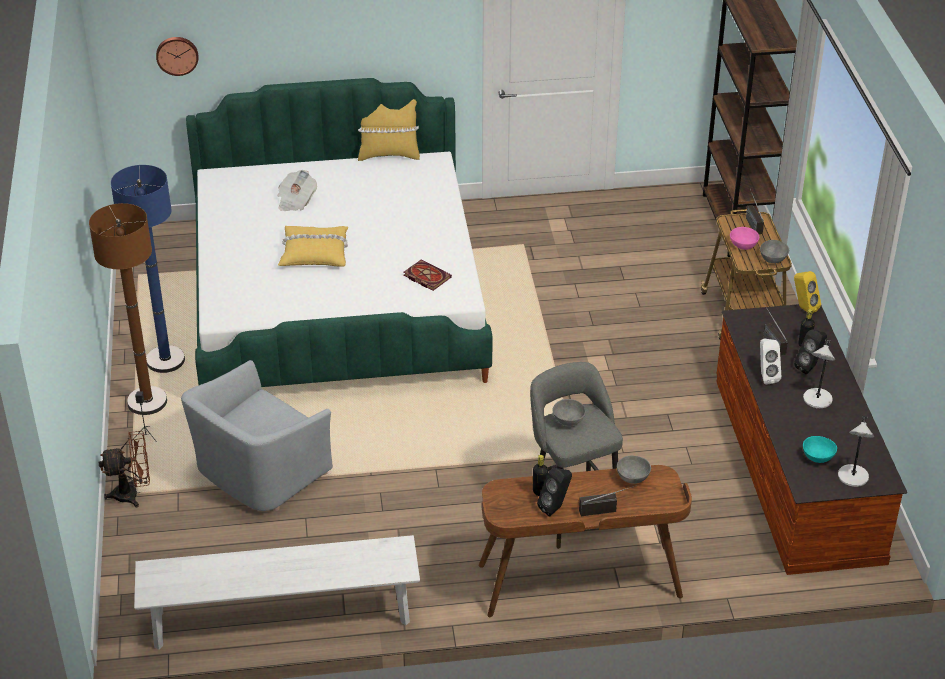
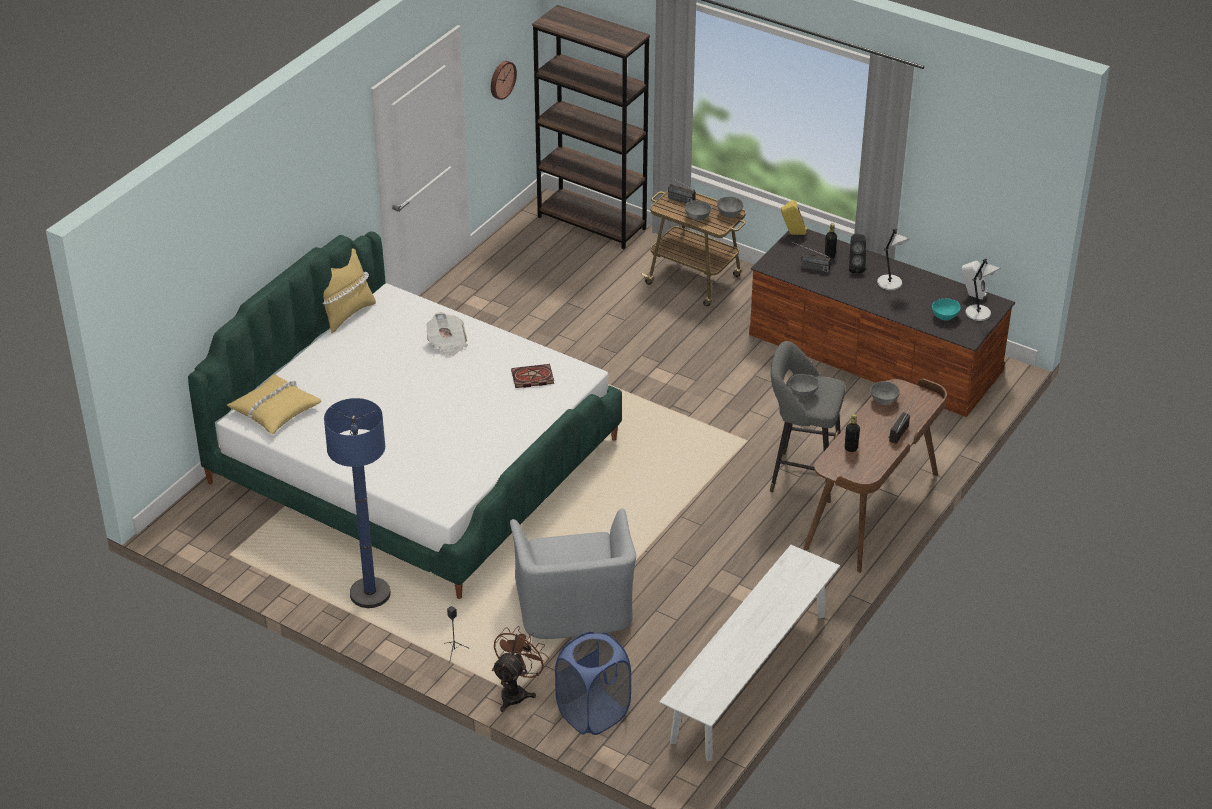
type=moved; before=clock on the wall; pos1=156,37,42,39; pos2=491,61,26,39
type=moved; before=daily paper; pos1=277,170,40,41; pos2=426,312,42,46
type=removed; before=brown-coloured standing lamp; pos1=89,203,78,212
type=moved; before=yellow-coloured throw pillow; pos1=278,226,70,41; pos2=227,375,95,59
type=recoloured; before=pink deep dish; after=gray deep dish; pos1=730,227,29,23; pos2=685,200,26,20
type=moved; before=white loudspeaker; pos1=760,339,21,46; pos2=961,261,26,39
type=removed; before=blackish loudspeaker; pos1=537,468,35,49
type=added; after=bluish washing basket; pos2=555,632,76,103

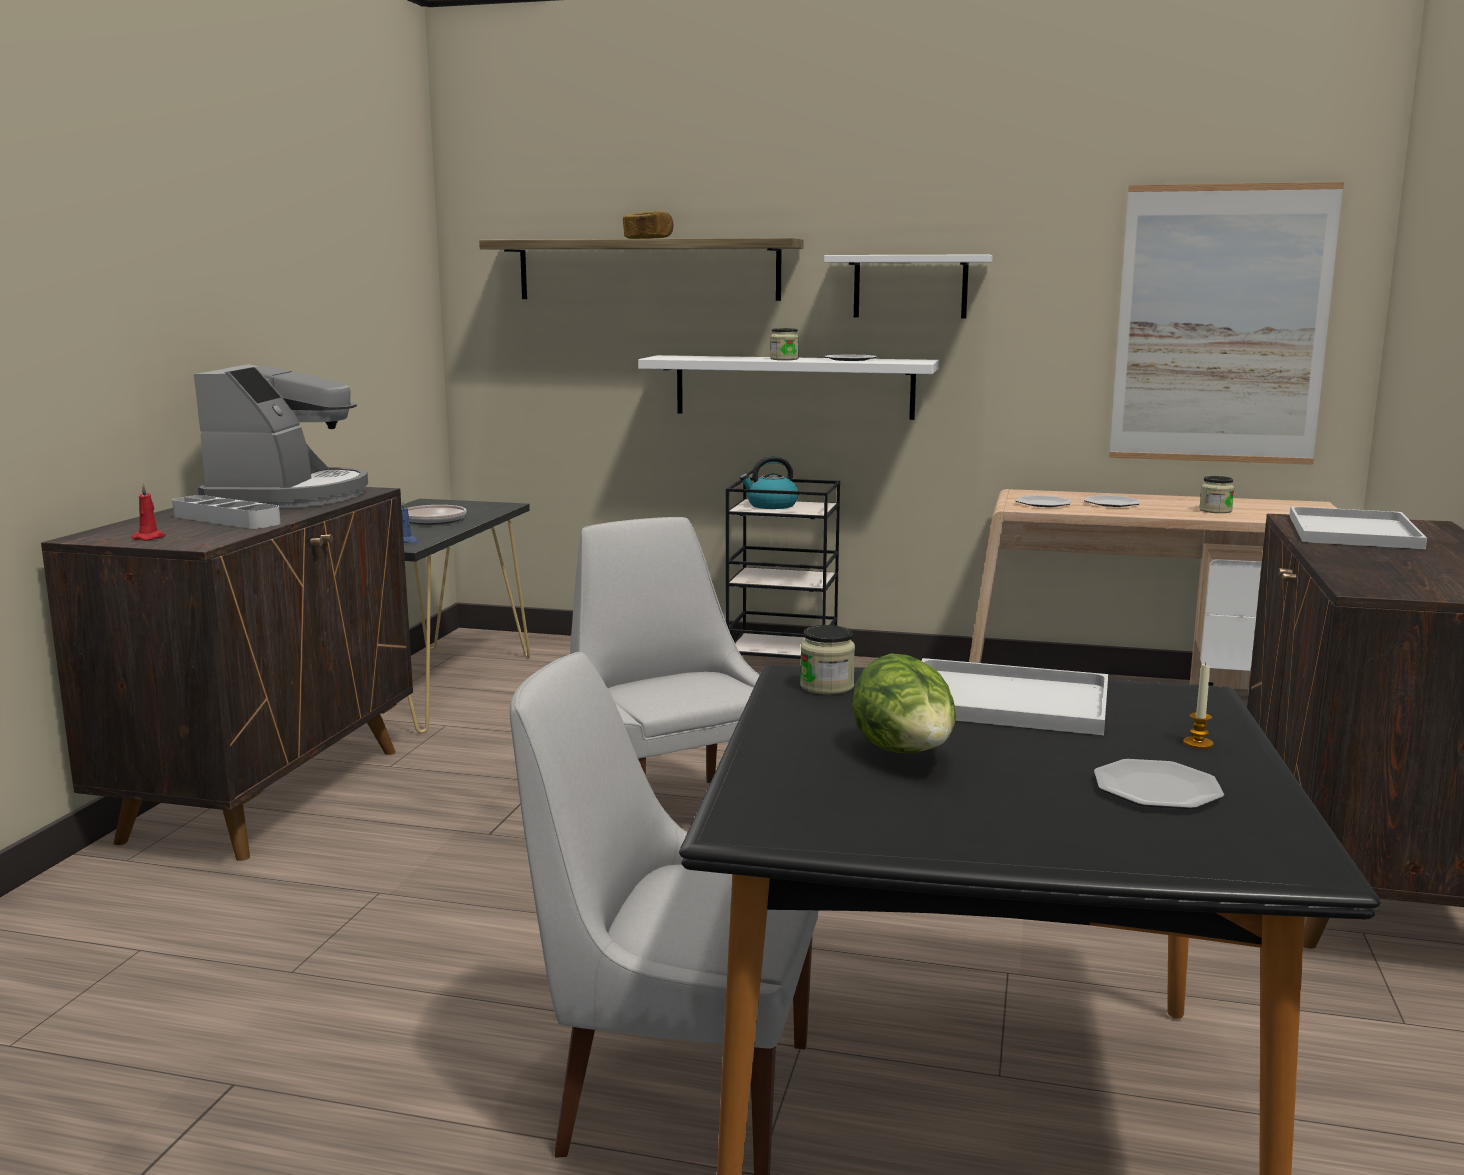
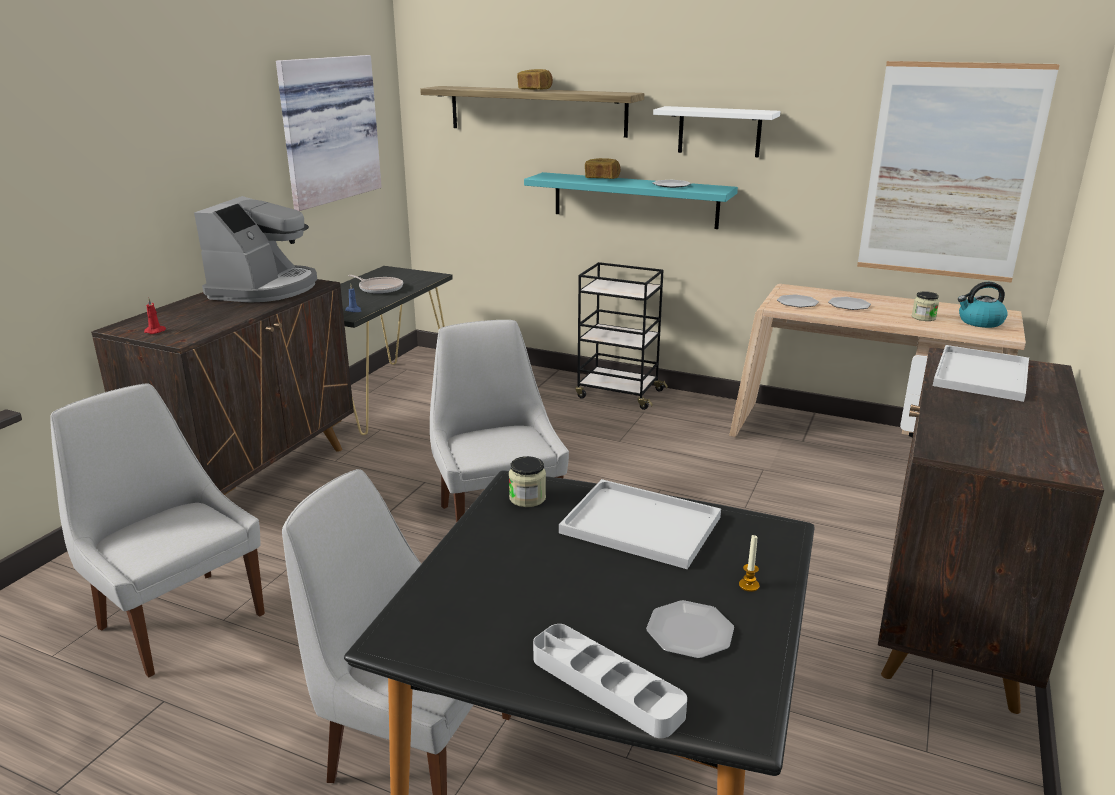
type=removed; before=preserve jar; pos1=770,328,29,32
type=recoloured; before=white shelf; after=turquoise shelf; pos1=638,355,301,65; pos2=524,172,214,57
type=moved; before=water kettle; pos1=740,456,58,53; pos2=958,282,50,46
type=moved; before=gray carrying tray; pos1=172,495,109,34; pos2=533,624,154,114
type=removed; before=lettuce head; pos1=852,654,104,100
type=added; after=picture; pos2=276,55,106,156
type=added; after=baked bread; pos2=585,158,36,21
type=added; after=white plain chair; pos2=50,383,215,294

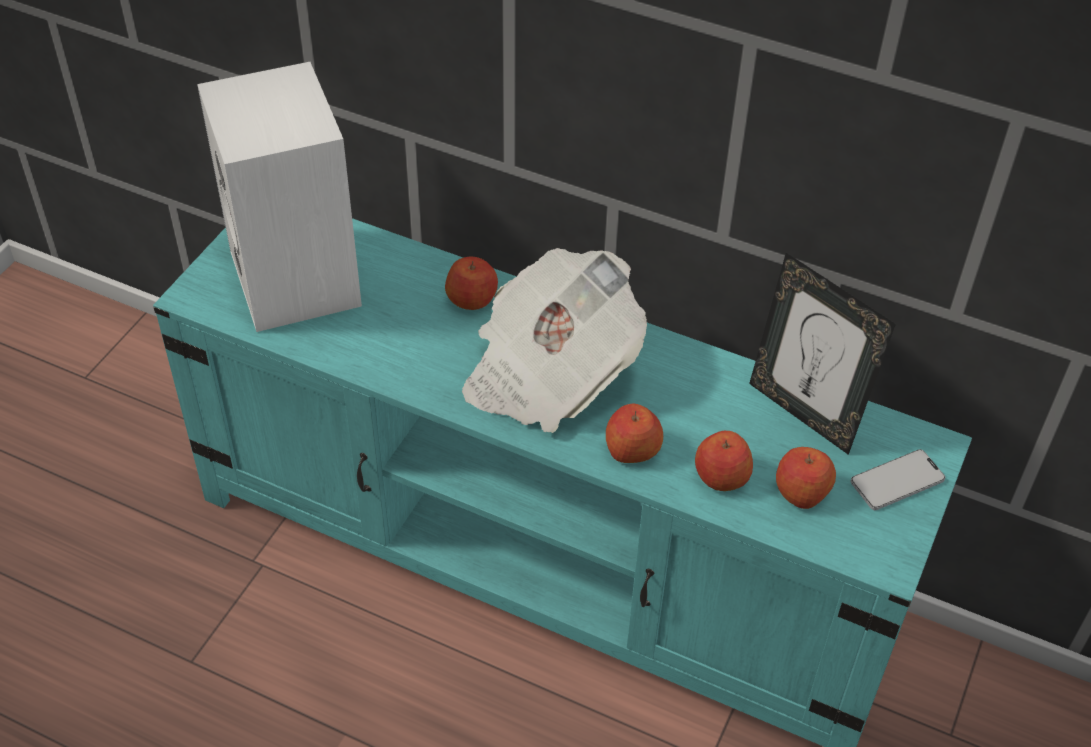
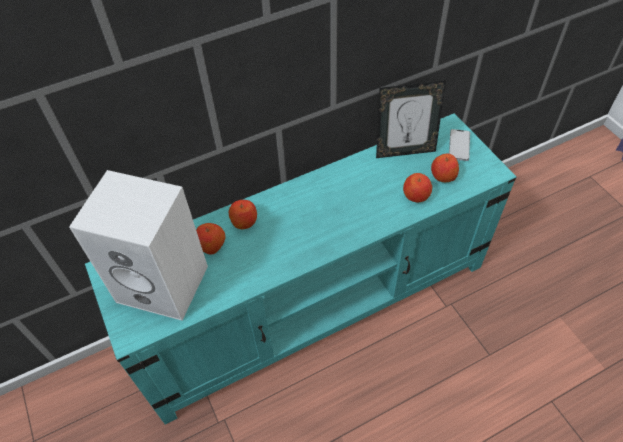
type=removed; before=daily paper; pos1=462,248,185,185
type=moved; before=apple; pos1=606,404,57,59; pos2=196,223,29,32

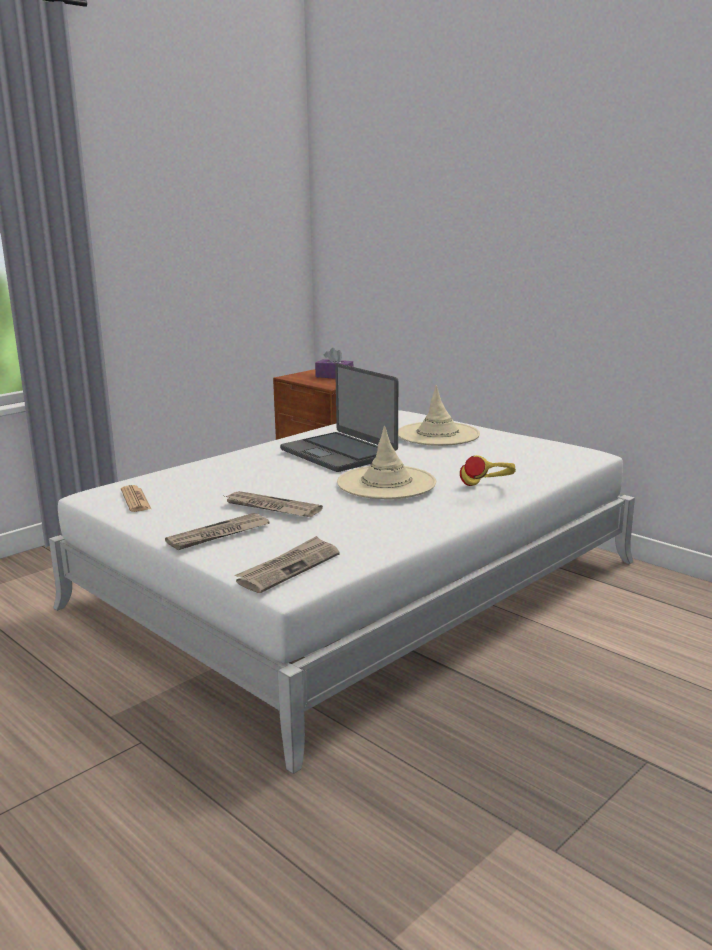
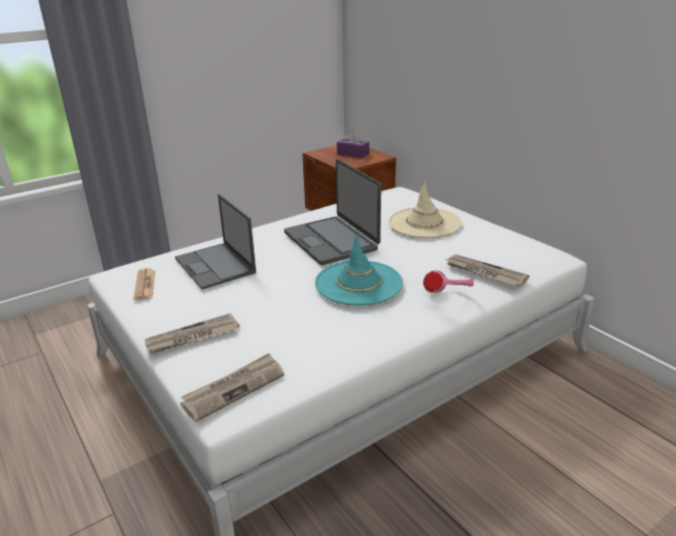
type=recoloured; before=beige-coloured clothing hat; after=turquoise clothing hat; pos1=337,426,99,73; pos2=315,236,88,69
type=recoloured; before=yellow-coloured headset; after=pink headset; pos1=460,455,56,31; pos2=423,270,51,23
type=moved; before=daily paper; pos1=225,491,98,26; pos2=446,254,83,33
type=added; after=laptop; pos2=175,194,81,95

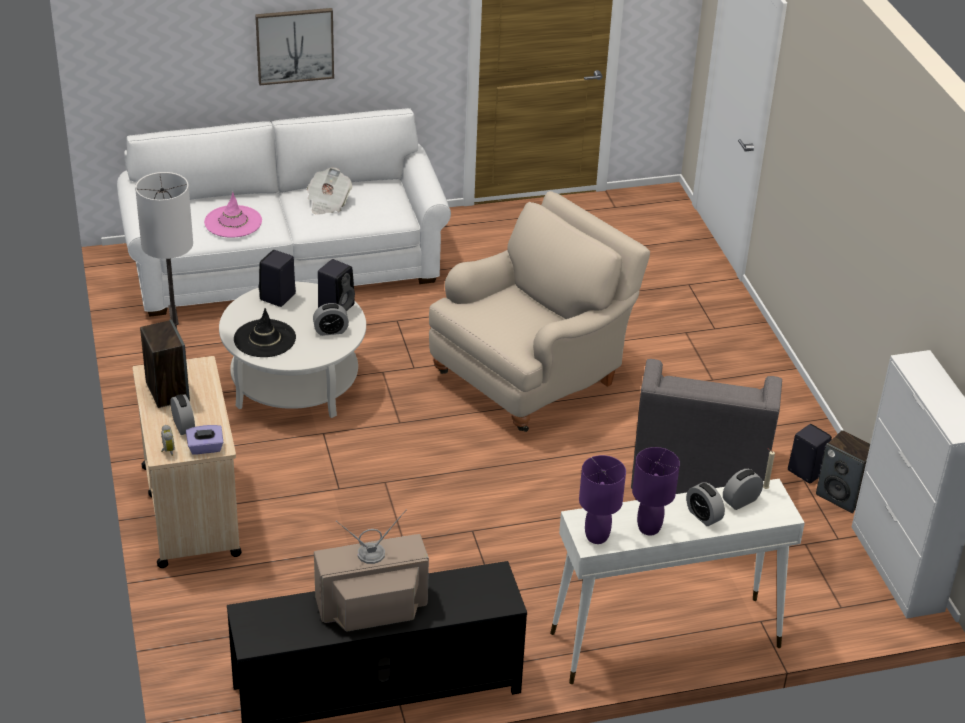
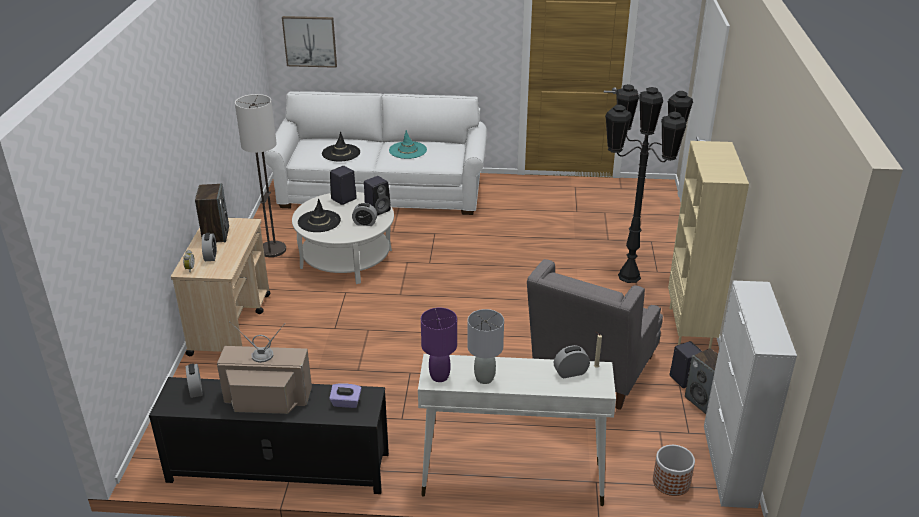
type=moved; before=picture; pos1=255,8,79,77; pos2=282,16,55,52
type=replaced; before=daily paper; after=turquoise clothing hat; pos1=307,167,45,48; pos2=389,130,38,29
type=removed; before=beige-coloured lounge chair; pos1=429,191,221,241
type=recoloured; before=pink clothing hat; after=blackish clothing hat; pos1=204,192,58,46; pos2=322,132,38,29
type=moved; before=purple tissue box; pos1=186,425,38,30; pos2=329,383,33,25
type=recoloured; before=purple lamp for a table; after=gray lamp for a table; pos1=632,447,48,88; pos2=467,309,37,75
type=moved; before=alarm clock; pos1=686,482,39,44; pos2=186,364,17,34
type=added; after=blackish standing lamp; pos2=605,84,88,199
type=added; after=beige-coloured bookshelf; pos2=668,141,81,208
type=added; after=planter; pos2=653,445,42,51

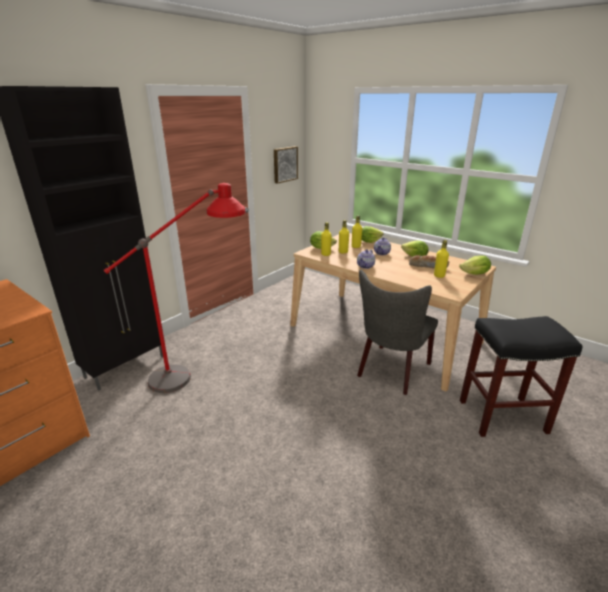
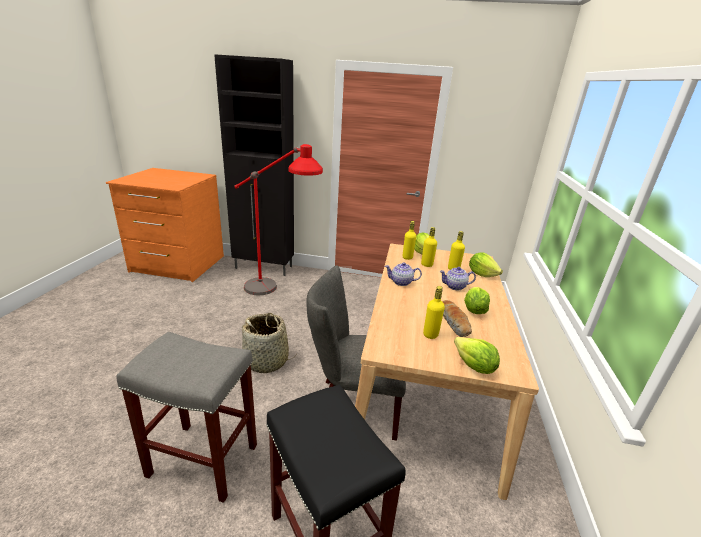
type=removed; before=picture; pos1=274,146,24,38
type=added; after=basket; pos2=240,313,54,60
type=added; after=gray stool seat; pos2=117,332,140,171

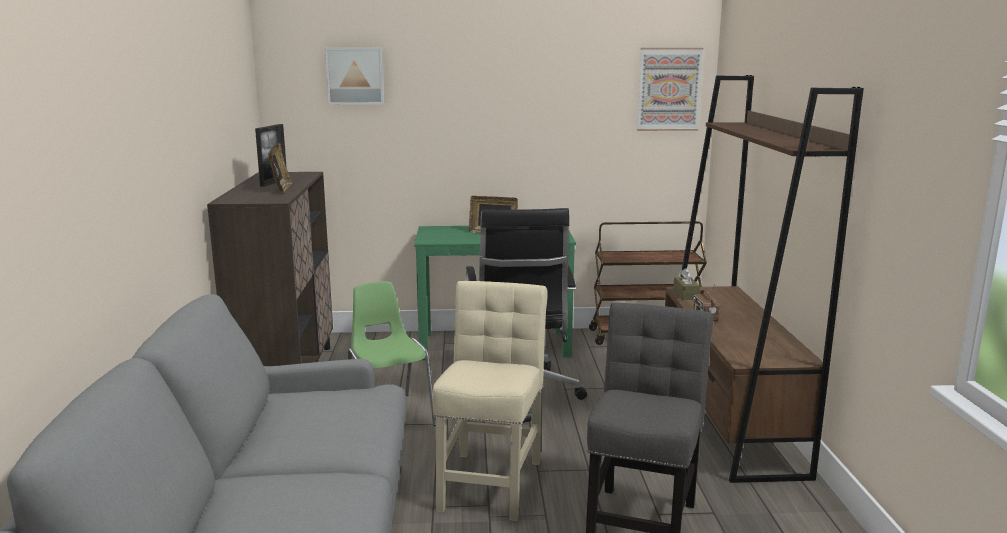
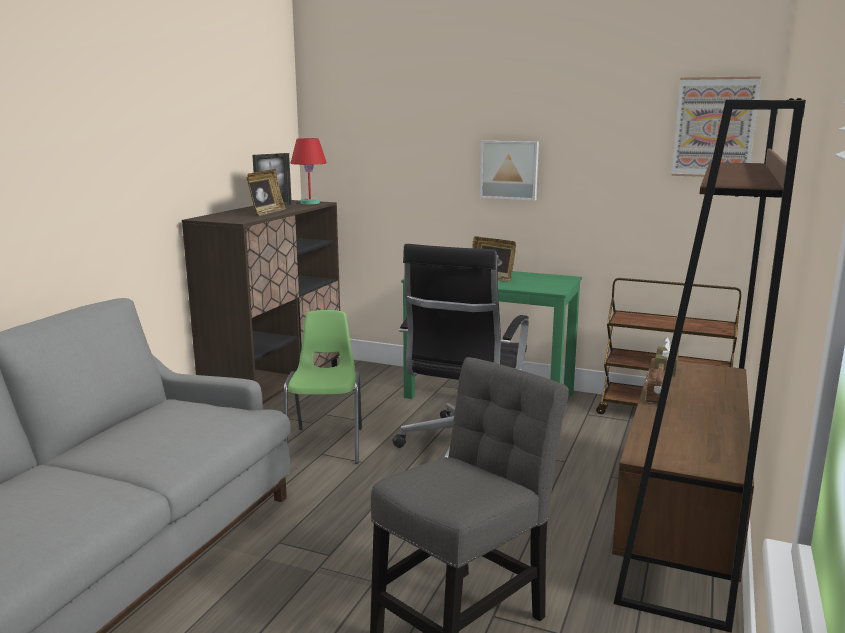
type=moved; before=picture; pos1=325,48,59,57; pos2=480,141,59,60
type=removed; before=beige-coloured plain chair; pos1=433,281,114,240
type=added; after=red lamp for a table; pos2=290,138,37,66

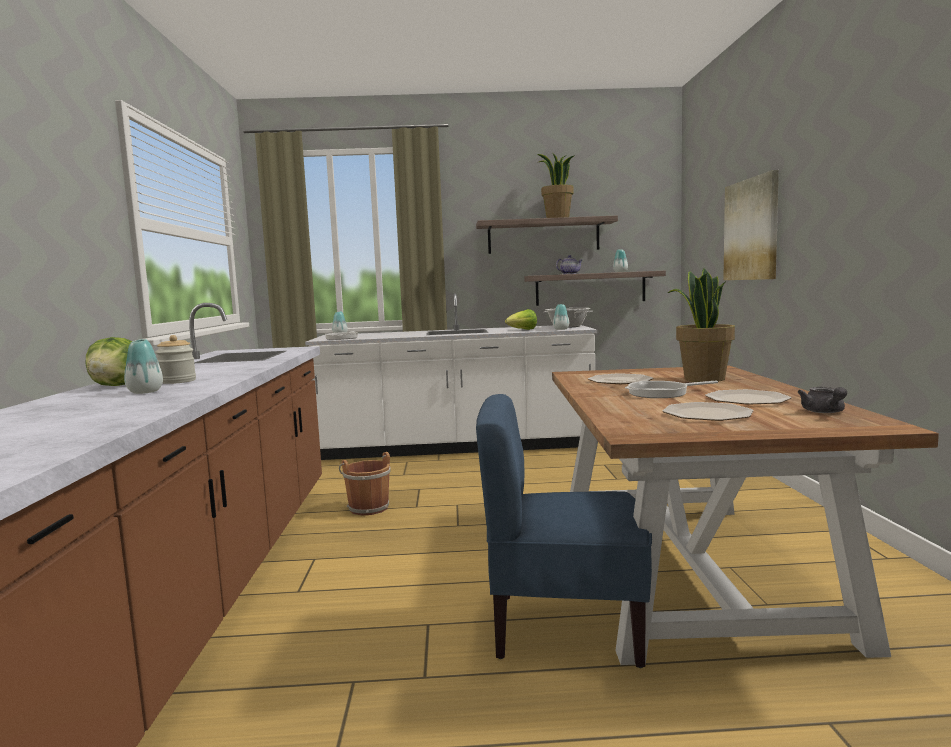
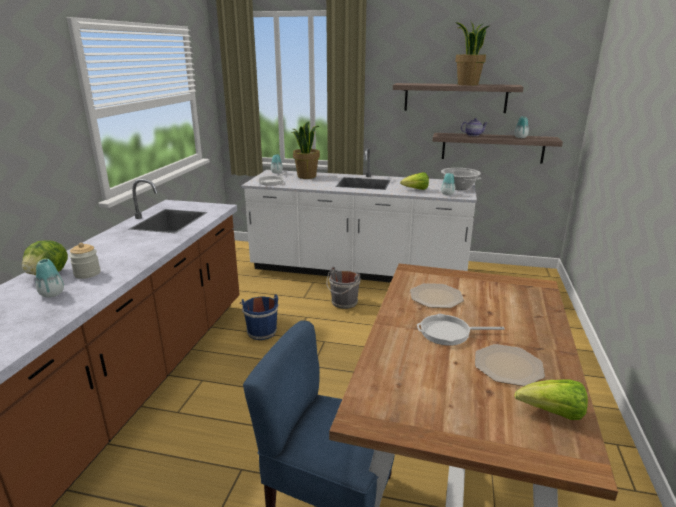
type=removed; before=picture; pos1=723,170,56,110
type=moved; before=potted plant; pos1=668,268,67,114; pos2=291,122,29,57
type=replaced; before=gray pot for tea; after=lettuce head; pos1=798,387,49,26; pos2=514,379,74,41
type=removed; before=dinner plate; pos1=663,402,90,19
type=recoloured; before=brown-coloured bucket; after=bluish bucket; pos1=339,452,52,63; pos2=240,294,39,46
type=added; after=gray bucket; pos2=327,267,34,42

